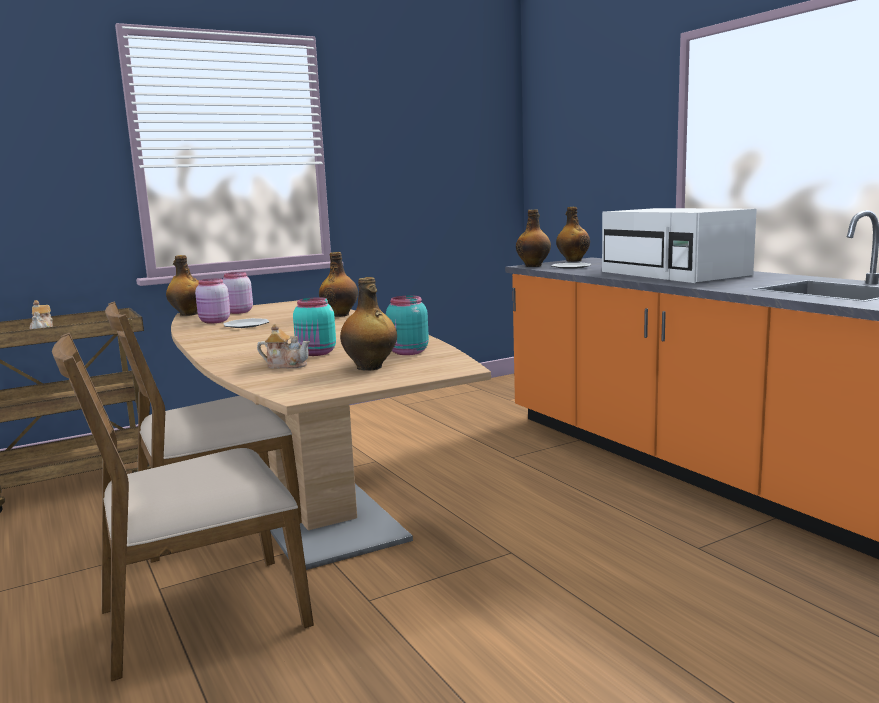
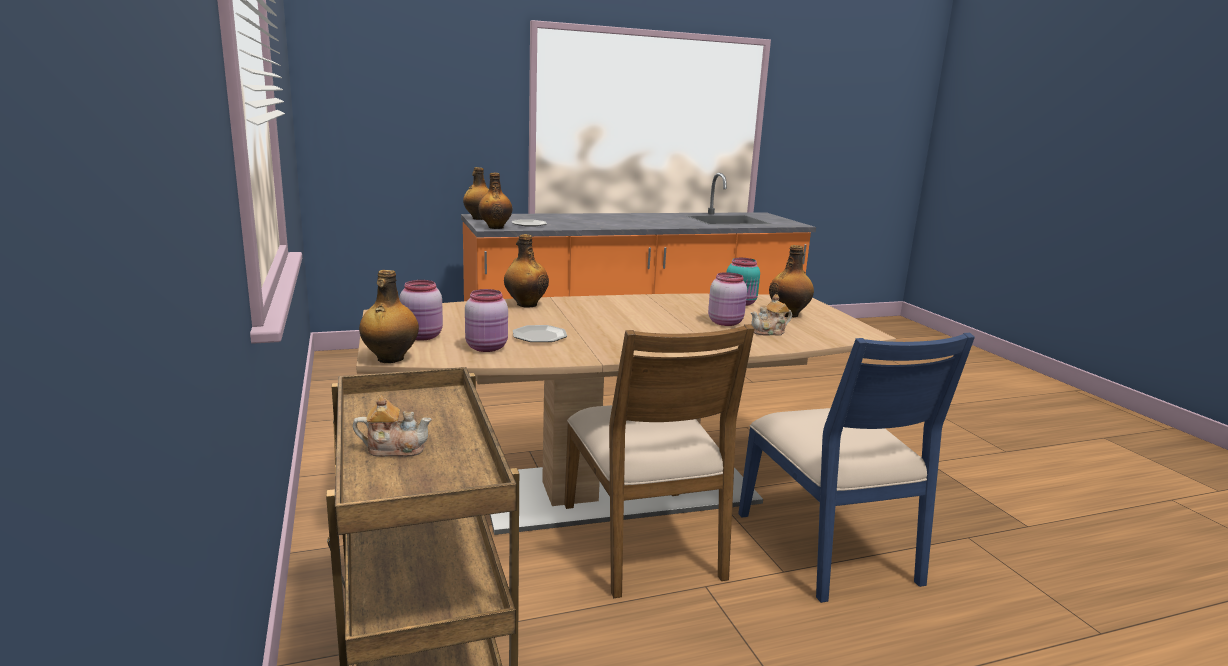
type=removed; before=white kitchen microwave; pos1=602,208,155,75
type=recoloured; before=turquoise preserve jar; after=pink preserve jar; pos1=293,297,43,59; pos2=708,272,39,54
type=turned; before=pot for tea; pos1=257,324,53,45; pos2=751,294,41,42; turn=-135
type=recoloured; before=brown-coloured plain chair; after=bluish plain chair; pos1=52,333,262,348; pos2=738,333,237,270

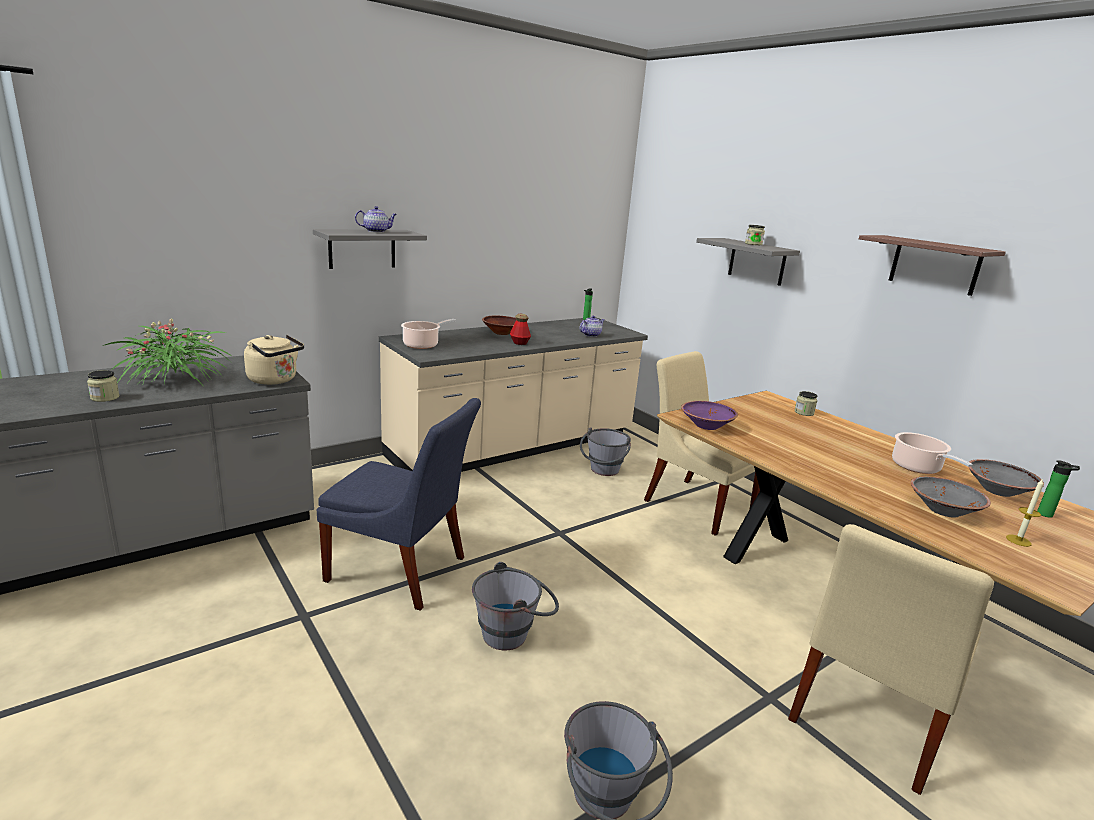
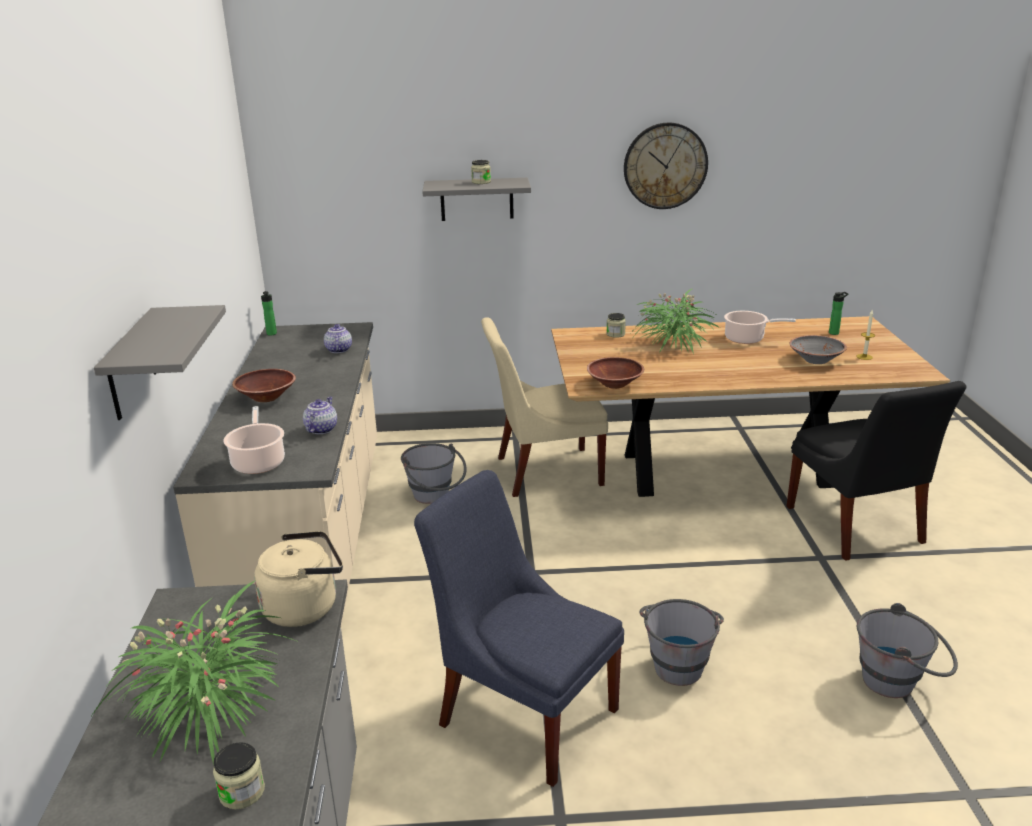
type=moved; before=pot for tea; pos1=355,206,42,27; pos2=303,396,34,38
type=replaced; before=shelf; after=clock on the wall; pos1=859,235,147,61; pos2=624,122,84,87
type=removed; before=beverage bottle; pos1=510,314,21,31
type=turned; before=bluish plain chair; pos1=317,398,164,213; pos2=414,470,210,317; turn=-105
type=recoloured; before=purple deep dish; after=brown-coloured deep dish; pos1=681,401,57,29; pos2=587,357,57,32
type=removed; before=gray deep dish; pos1=969,459,75,38
type=recoloured; before=beige-coloured plain chair; after=blackish plain chair; pos1=788,524,206,271; pos2=786,381,180,180
type=added; after=potted plant; pos2=631,289,89,66

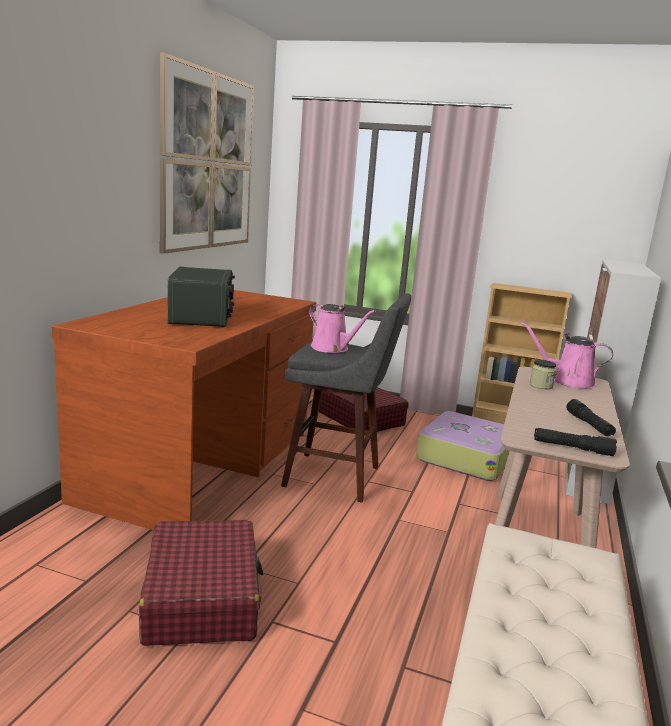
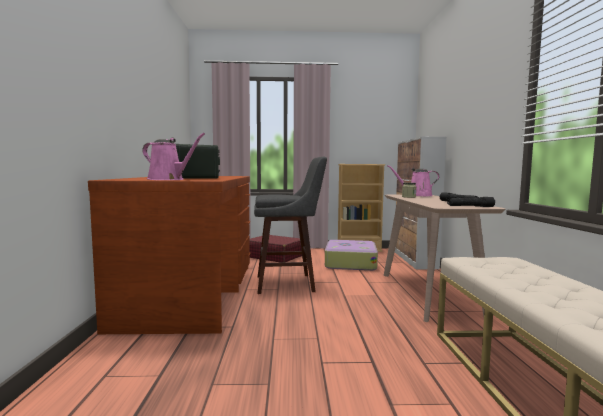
type=removed; before=picture; pos1=160,52,94,202
type=moved; before=pink watering pot; pos1=309,304,67,49; pos2=142,133,63,47
type=removed; before=red suitcase; pos1=139,520,124,126

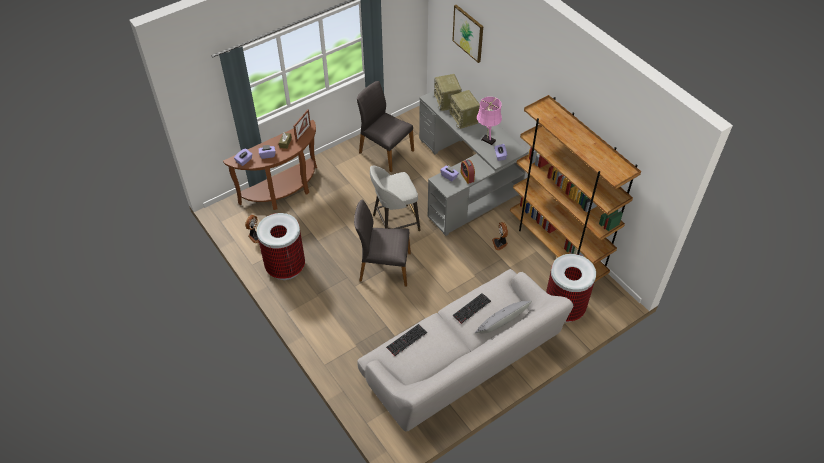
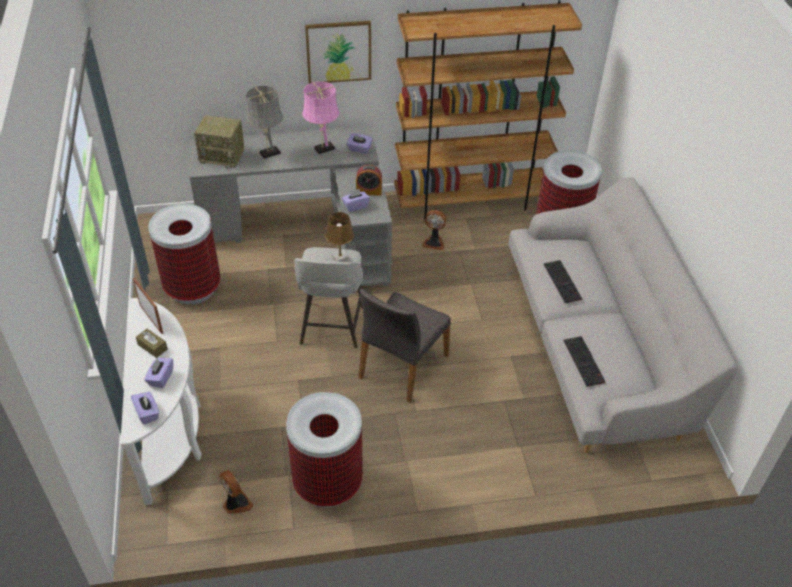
type=moved; before=picture; pos1=452,5,31,58; pos2=305,21,66,63
type=replaced; before=gray plain chair; after=waste bin; pos1=357,81,57,91; pos2=148,204,73,100
type=replaced; before=radio; after=gray lamp for a table; pos1=449,90,31,39; pos2=246,86,37,73
type=recoloured; before=brown-coloured hall table; after=white hall table; pos1=223,120,94,90; pos2=120,298,82,207
type=removed; before=gray throw pillow; pos1=474,301,58,33
type=added; after=brown-coloured lamp for a table; pos2=325,212,29,50

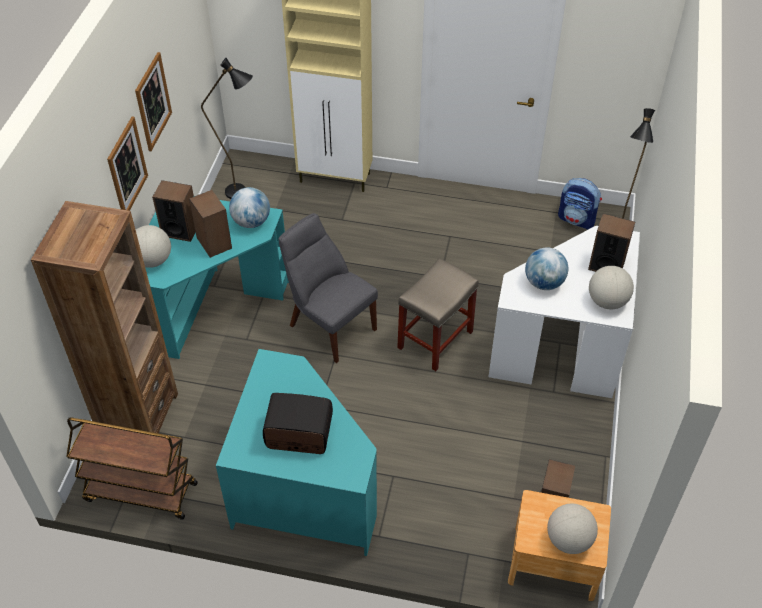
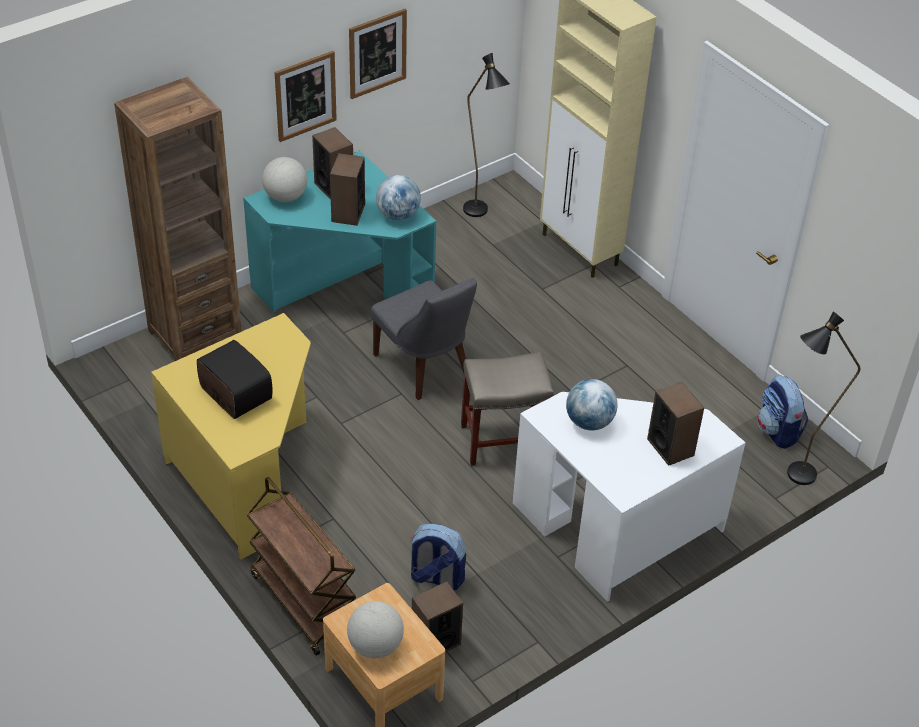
type=turned; before=gray plain chair; pos1=279,213,99,150; pos2=371,278,106,122; turn=150
type=removed; before=world globe; pos1=589,266,45,44
type=recoloured; before=turquoise desk; after=yellow-coloured desk; pos1=216,349,161,207; pos2=151,313,160,247
type=moved; before=brown-coloured trolley; pos1=66,417,132,103; pos2=247,477,109,179
type=added; after=backpack; pos2=410,524,56,66

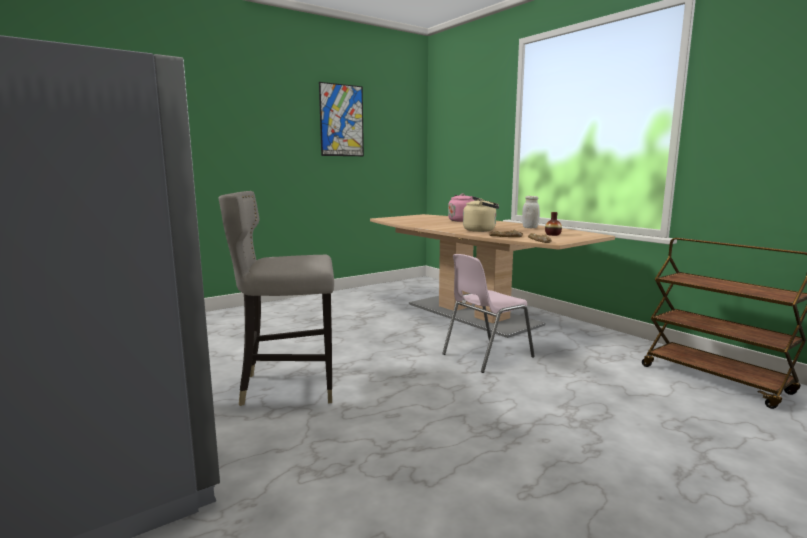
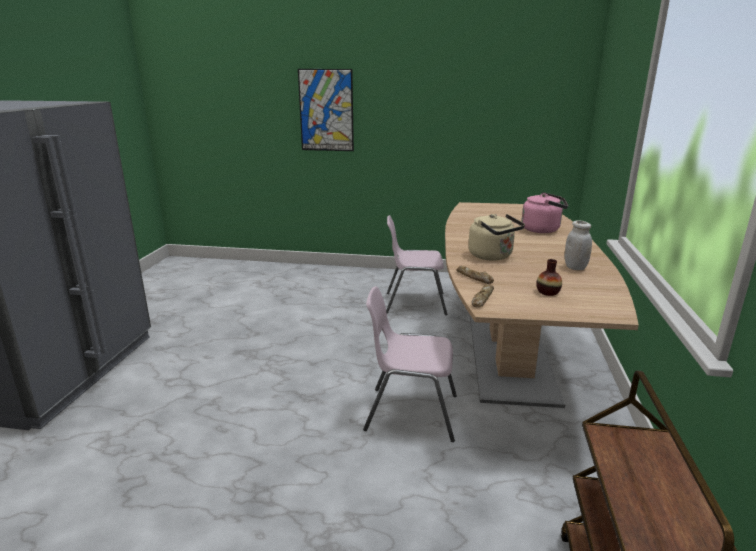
type=moved; before=picture; pos1=319,82,45,74; pos2=298,69,56,82
type=removed; before=gray stool seat; pos1=218,191,116,215
type=added; after=pink plain chair; pos2=386,215,61,100

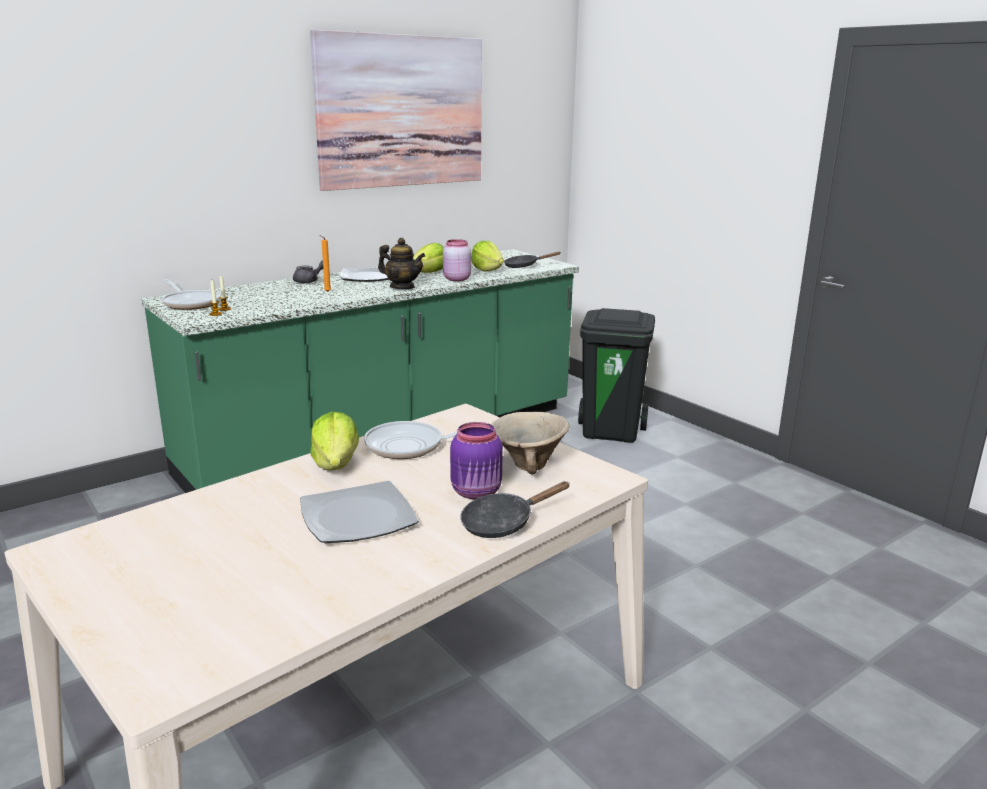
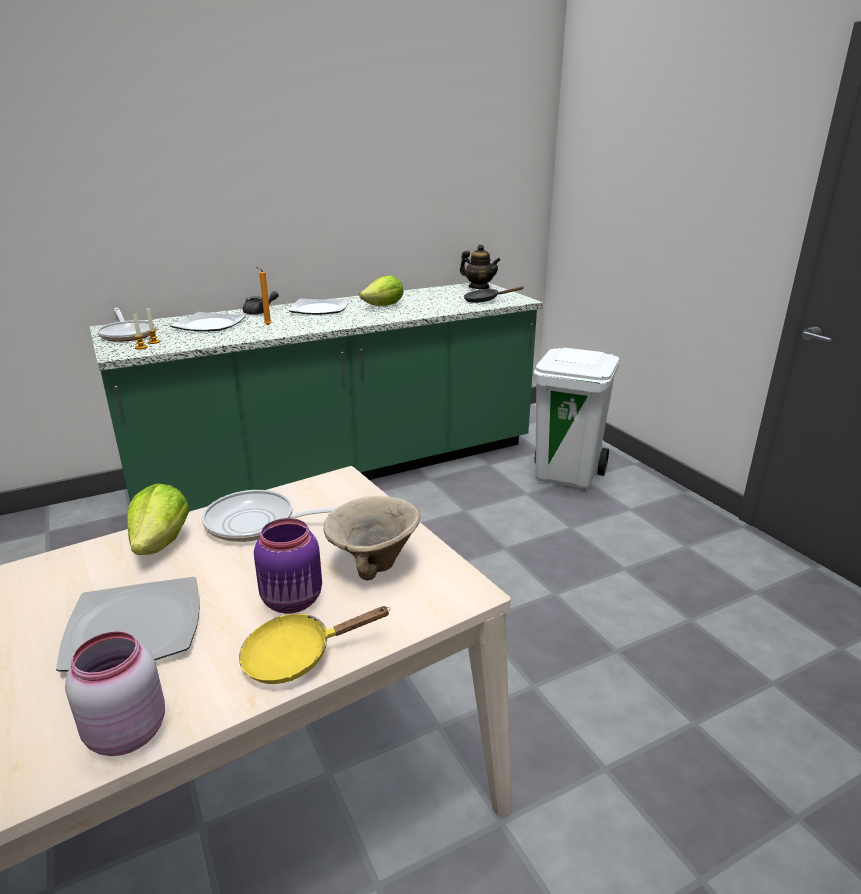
type=removed; before=picture; pos1=310,29,172,162
type=moved; before=pot for tea; pos1=378,238,47,51; pos2=460,244,41,45
type=moved; before=pink preserve jar; pos1=443,239,28,42; pos2=65,631,100,125
type=removed; before=lettuce head; pos1=471,241,33,30
type=recoloured; before=blackish waste bin; after=white waste bin; pos1=578,308,77,135; pos2=534,348,85,141
type=recoloured; before=blackish skillet; after=yellow-coloured skillet; pos1=460,481,110,57; pos2=239,606,151,78
type=added; after=dinner plate; pos2=170,312,76,20

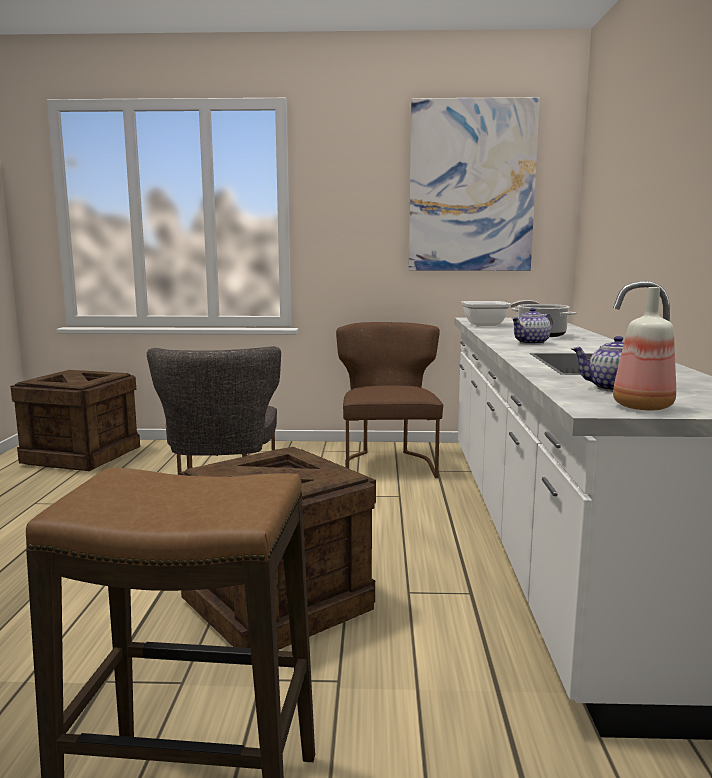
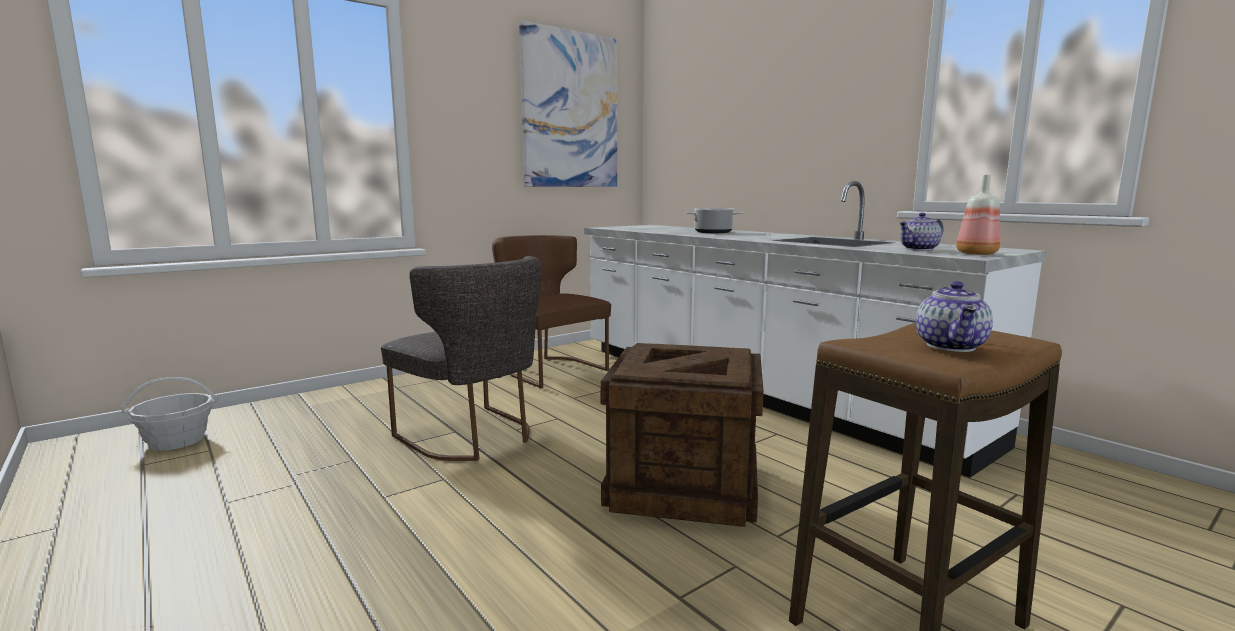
type=removed; before=skillet; pos1=461,300,78,26
type=moved; before=pot for tea; pos1=511,308,42,37; pos2=916,281,77,71
type=replaced; before=crate; after=basket; pos1=10,370,130,101; pos2=121,377,97,74

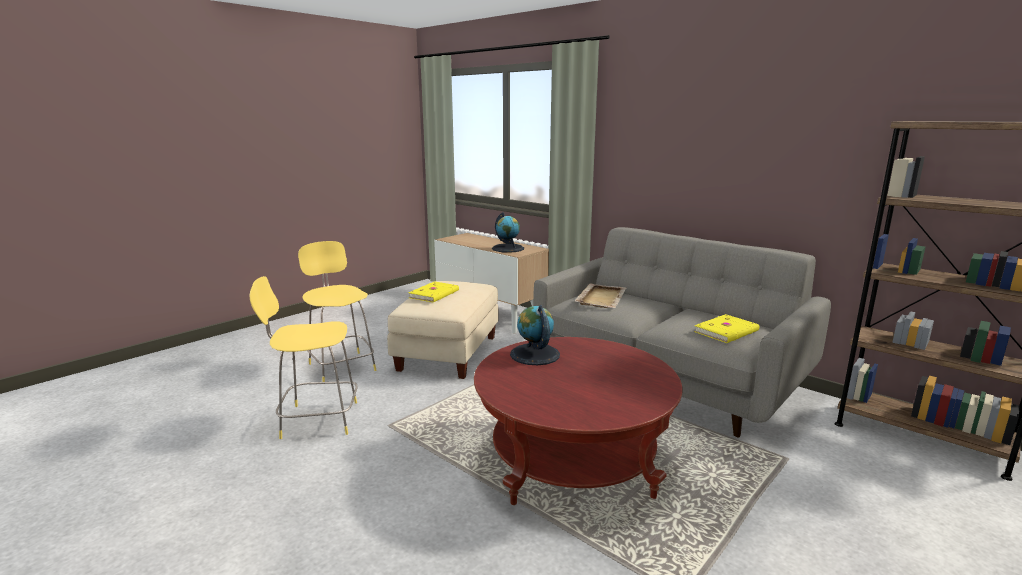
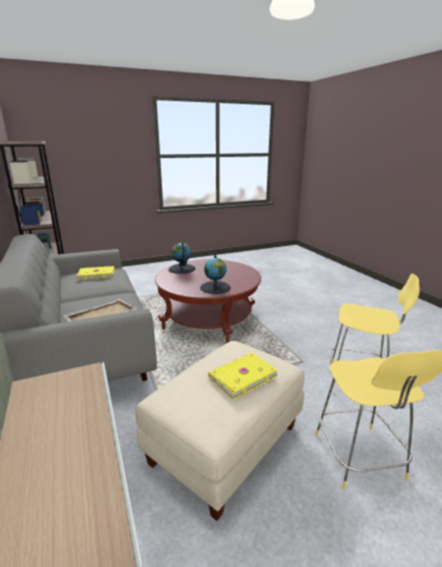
type=moved; before=world globe; pos1=492,212,32,41; pos2=169,242,27,32

